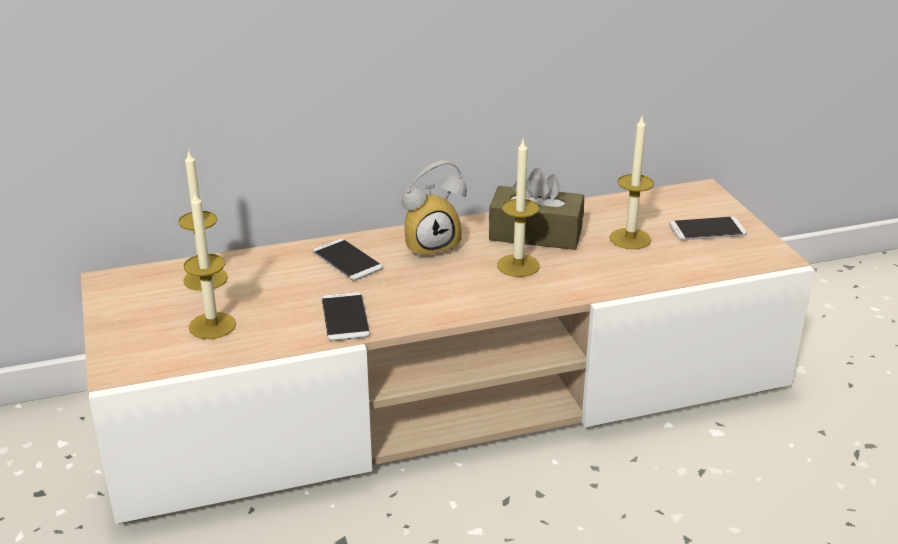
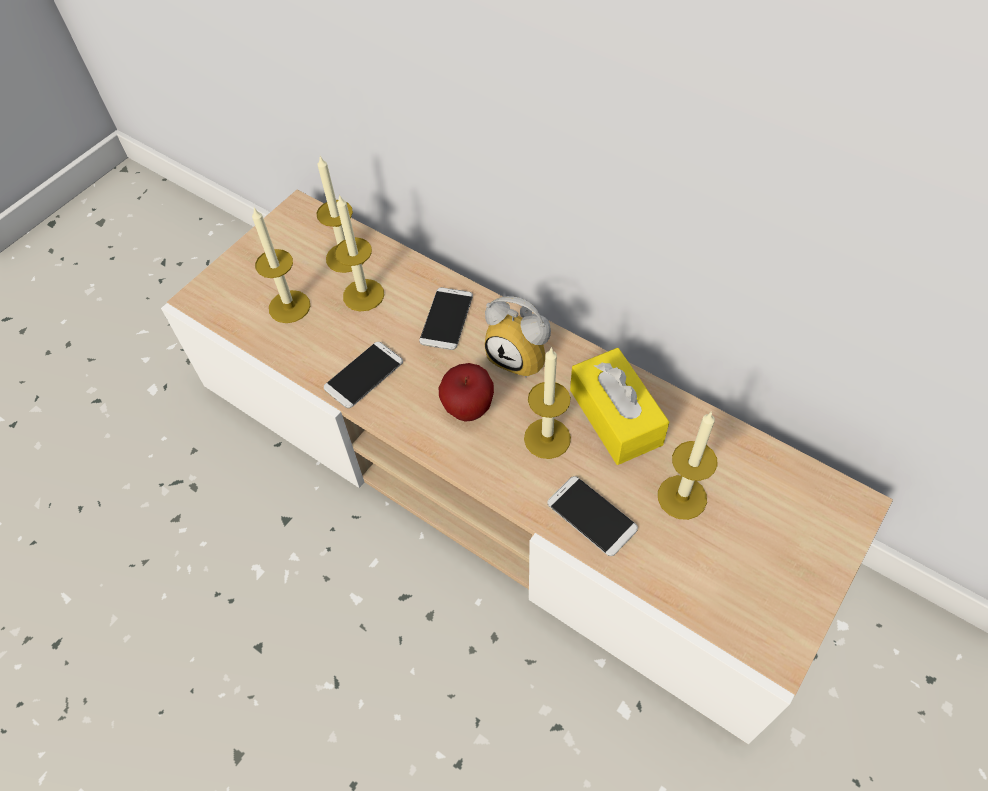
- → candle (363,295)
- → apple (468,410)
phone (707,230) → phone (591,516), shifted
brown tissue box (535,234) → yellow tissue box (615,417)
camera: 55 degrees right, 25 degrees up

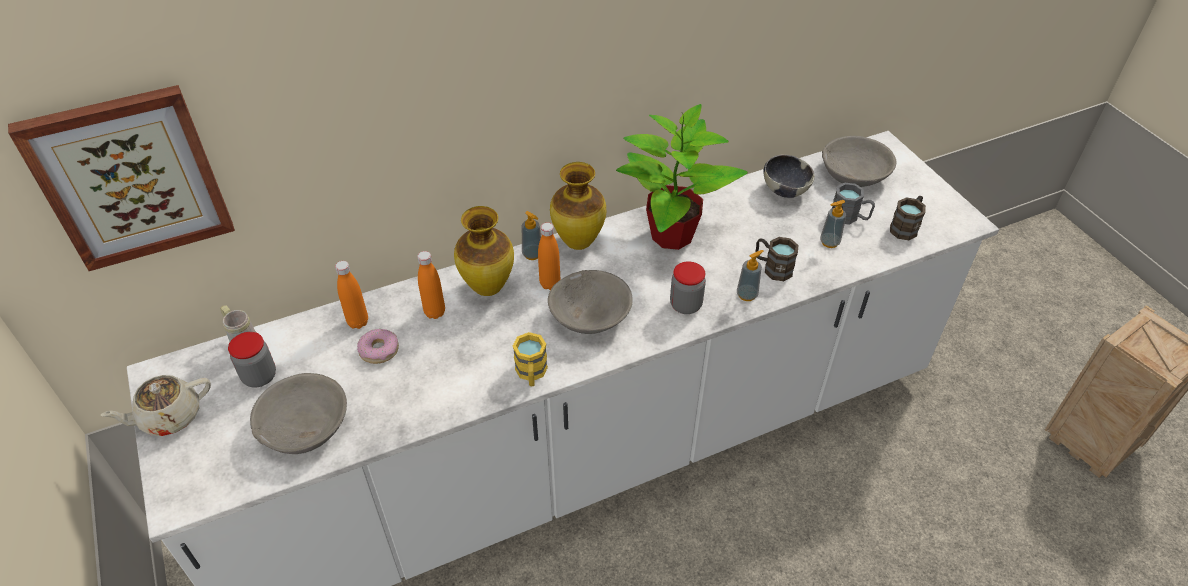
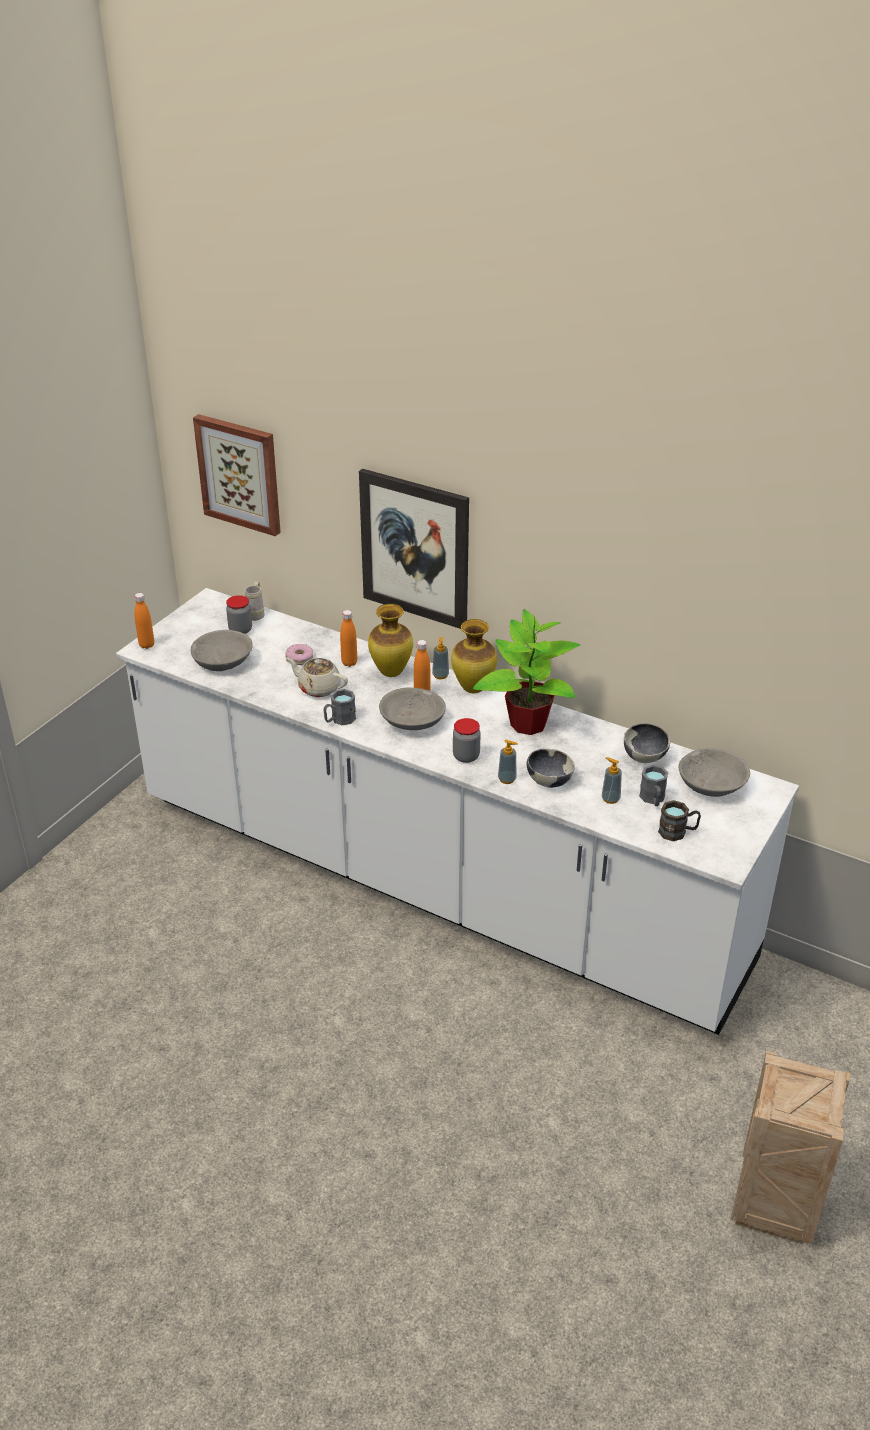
- → picture (415,548)
beige teapot (169,417) → beige teapot (318,688), shifted
orange bottle (358,322) → orange bottle (147,645), shifted
brown mug (772,268) → bowl (549,781)
yellow mug (531,374) → grey mug (339,720)
camera: 55 degrees right, 10 degrees down

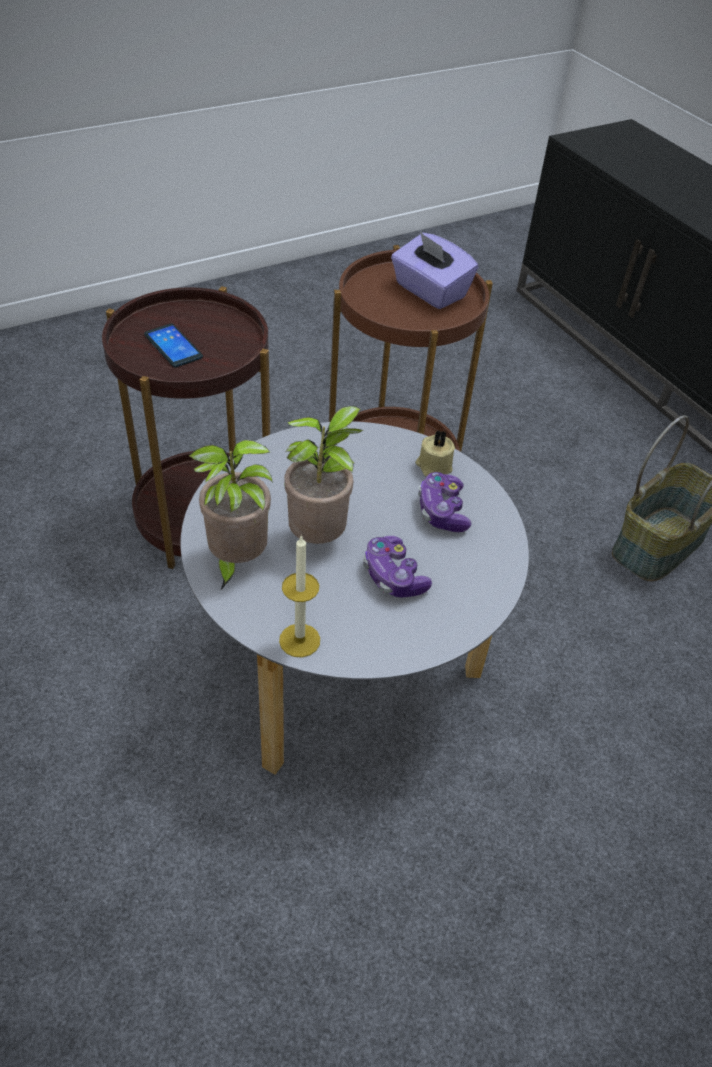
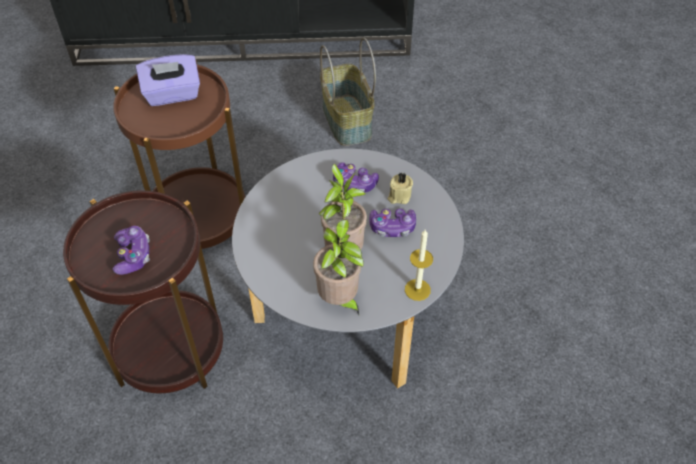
beige candle (433,466) → beige candle (399,196), shifted
phone (173,346) → game controller (133,255)
camera: 60 degrees left, 5 degrees up

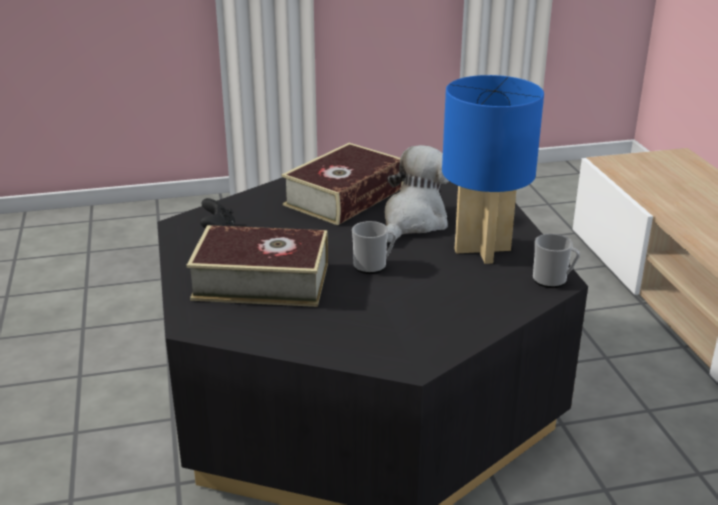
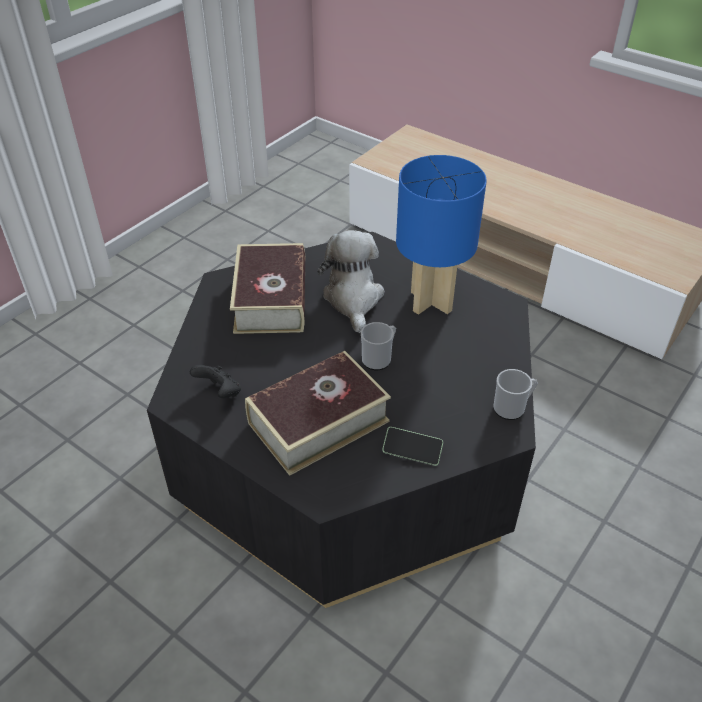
- → phone (412,451)
mug (553,280) → mug (512,408), shifted
camera: 40 degrees left, 15 degrees up

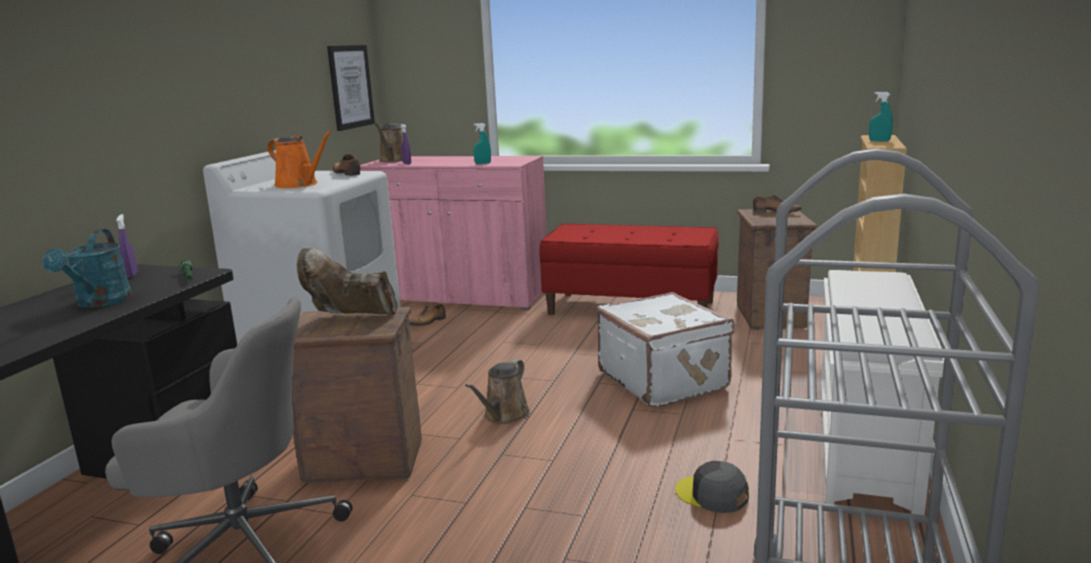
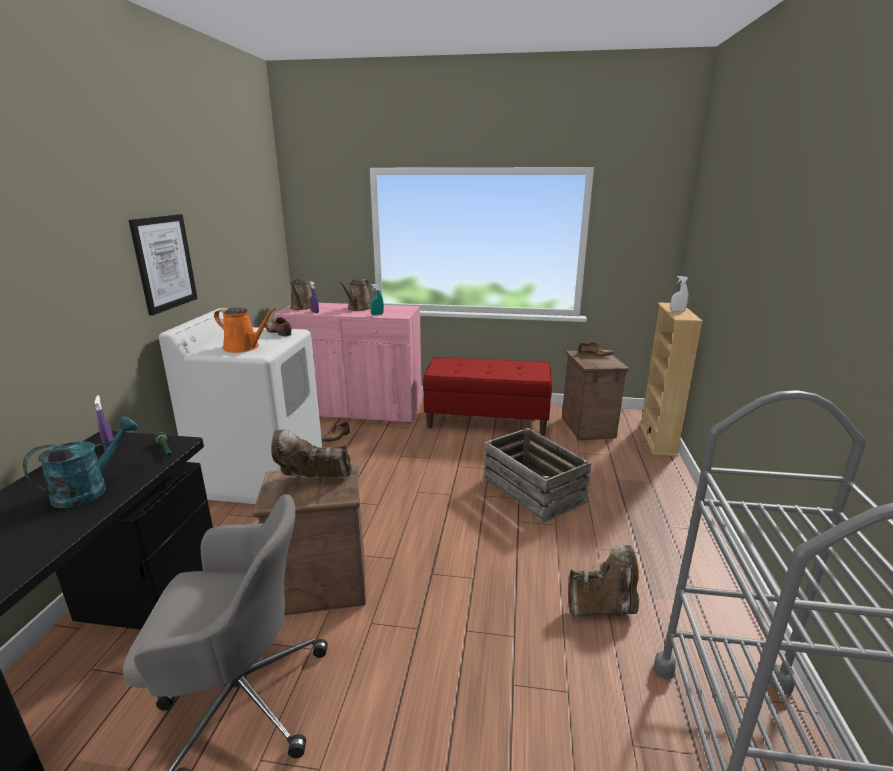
white shoe rack (866,446) → -
picture (350,86) → picture (164,263), shifted
brown watering can (504,416) → brown watering can (358,308), shifted
white suitcase (664,380) → crate (532,491)
grey cap (712,495) → brown boot (602,607)
turquoise spray bottle (879,141) → white spray bottle (677,311)
turquoise watering can (100,303) → turquoise watering can (90,489), 135 degrees counterclockwise
camera: 10 degrees left, 5 degrees up

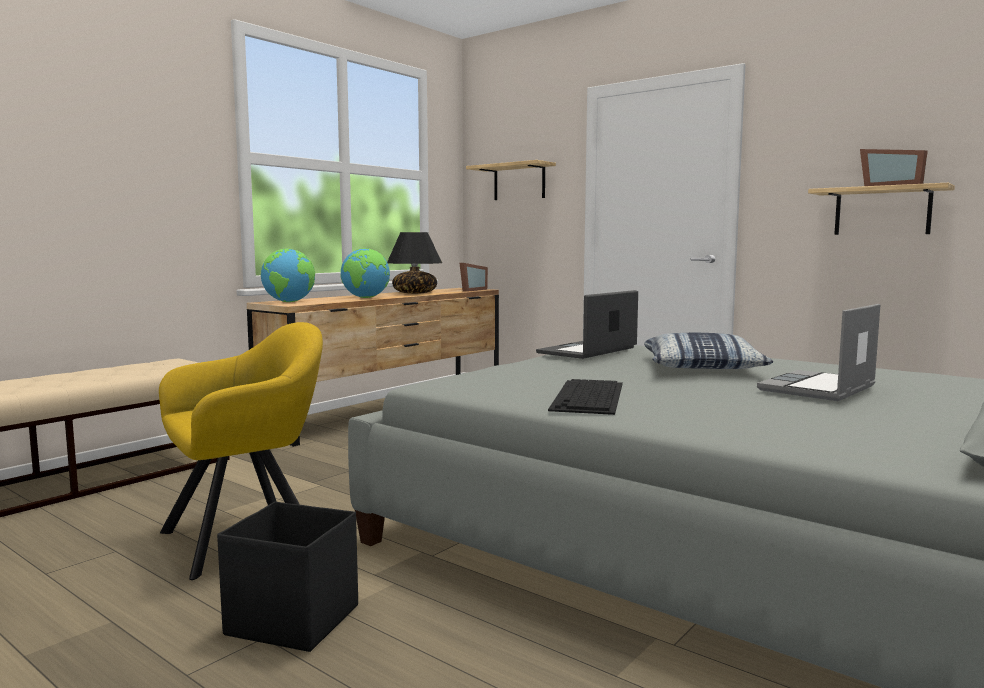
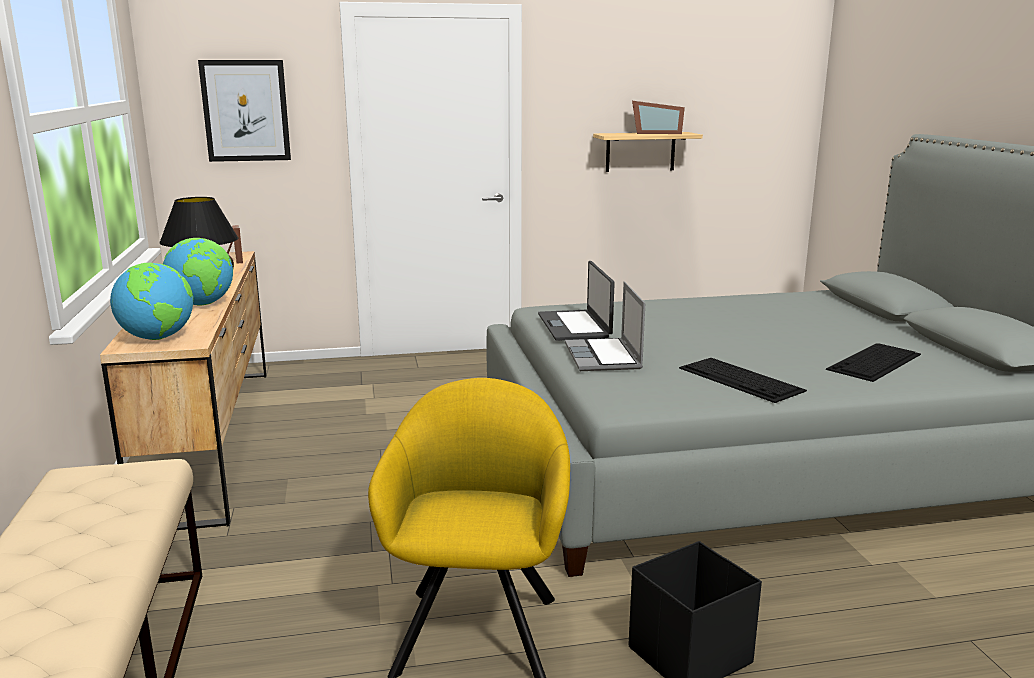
pillow (702,368) → -
- → keyboard (874,362)
laptop (818,389) → laptop (604,357), shifted
shelf (519,182) → picture (246,111)
camera: 50 degrees left, 10 degrees up

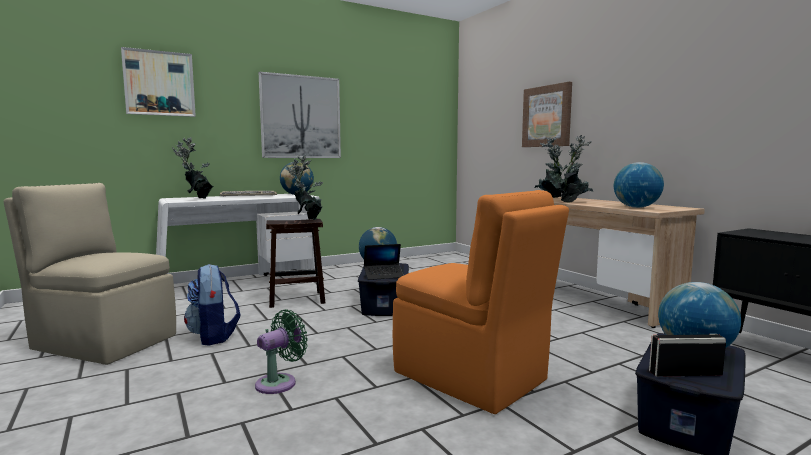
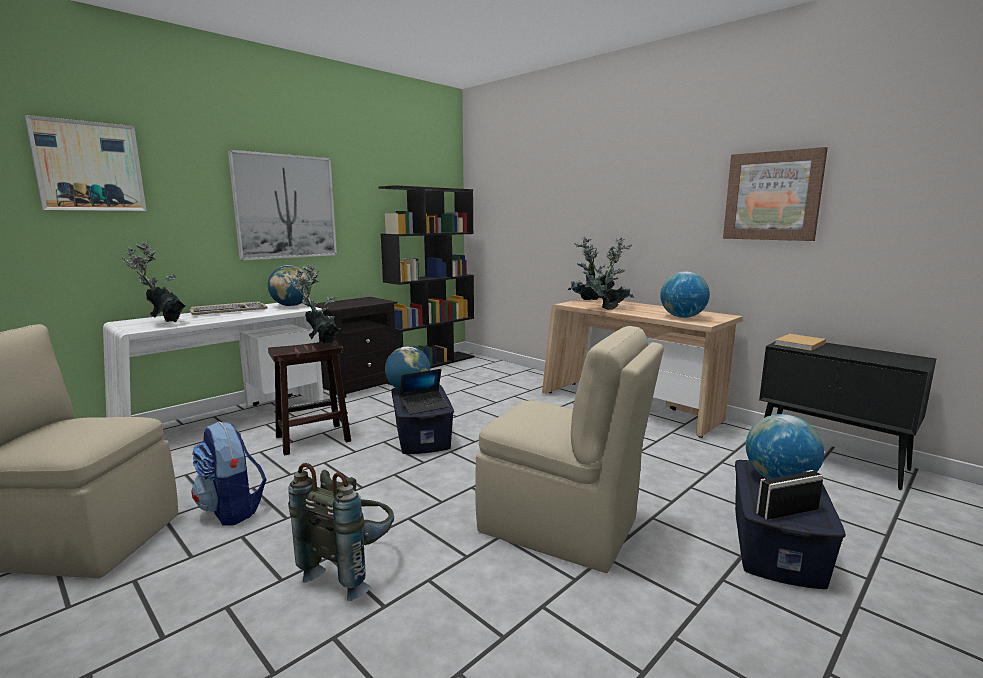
- → black nightstand (358,386)
- → black bookcase (432,363)
- → beige book (799,344)
picture (547,116) → picture (772,196), shifted
green fan (280,382) → grey backpack (351,569)
orange chair (472,377) → beige chair (562,527)
camera: 15 degrees left, 5 degrees up

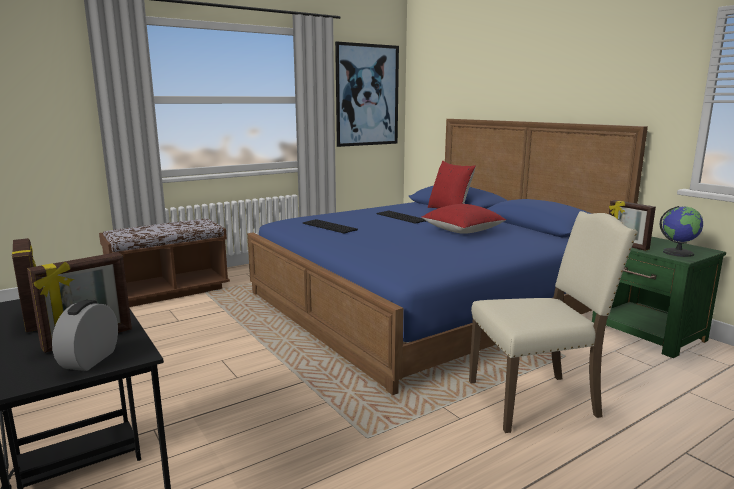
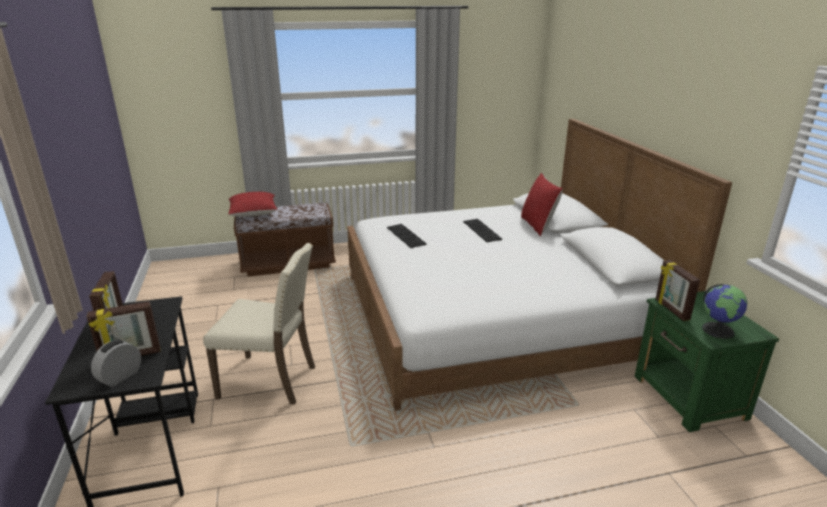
picture (367,95) → -
red pillow (462,231) → red pillow (253,213), shifted
beige chair (536,400) → beige chair (270,380), shifted
blue bed (428,301) → white bed (496,313)
camera: 20 degrees right, 10 degrees up

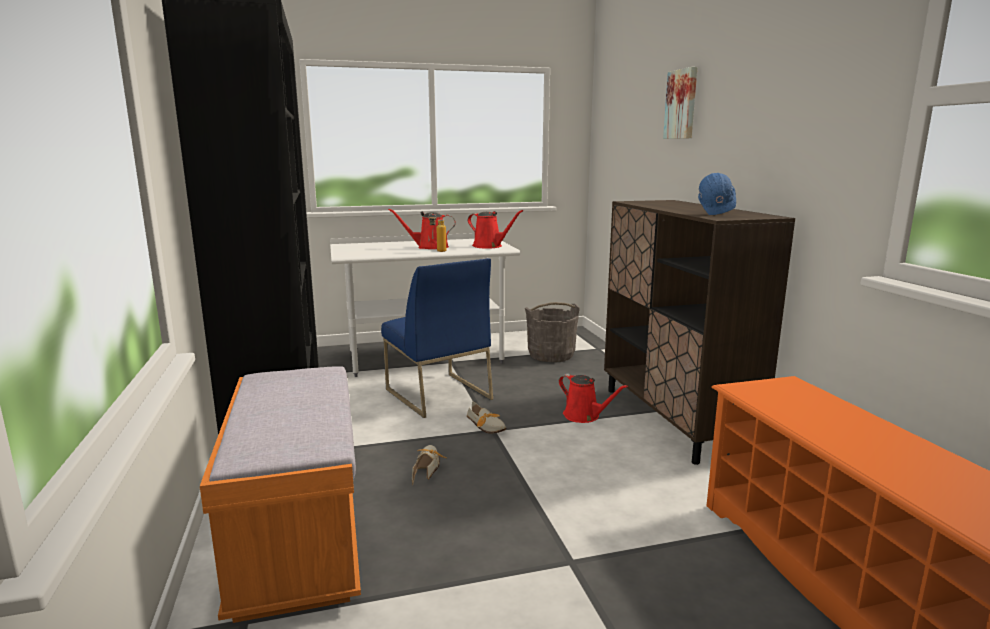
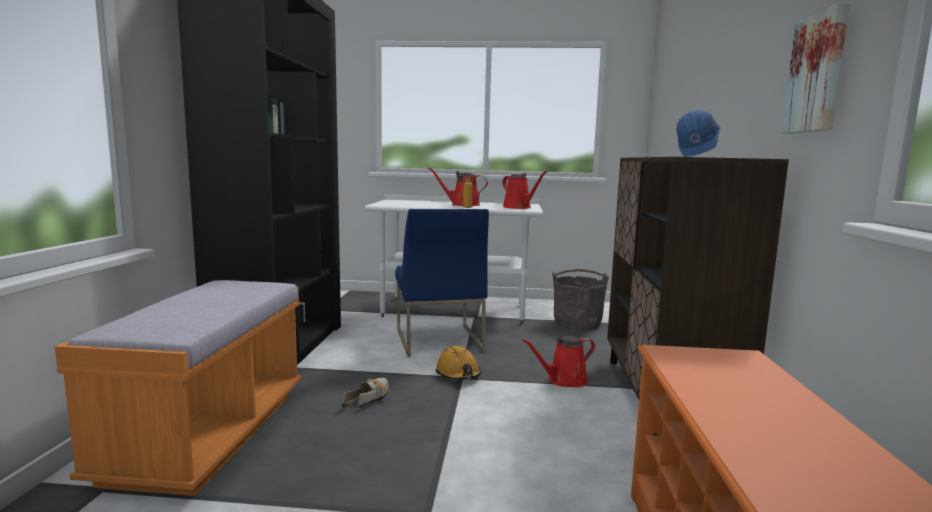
picture (682,104) → picture (818,74), shifted
shoe (487,427) → orange hard hat (458,374)
red watering can (584,416) → red watering can (564,381), 90 degrees clockwise
camera: 20 degrees right, 5 degrees down

